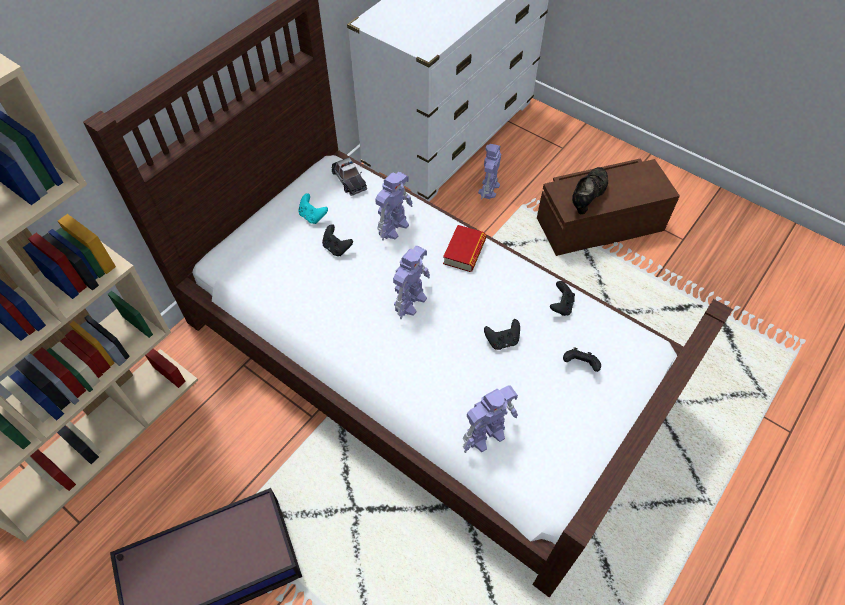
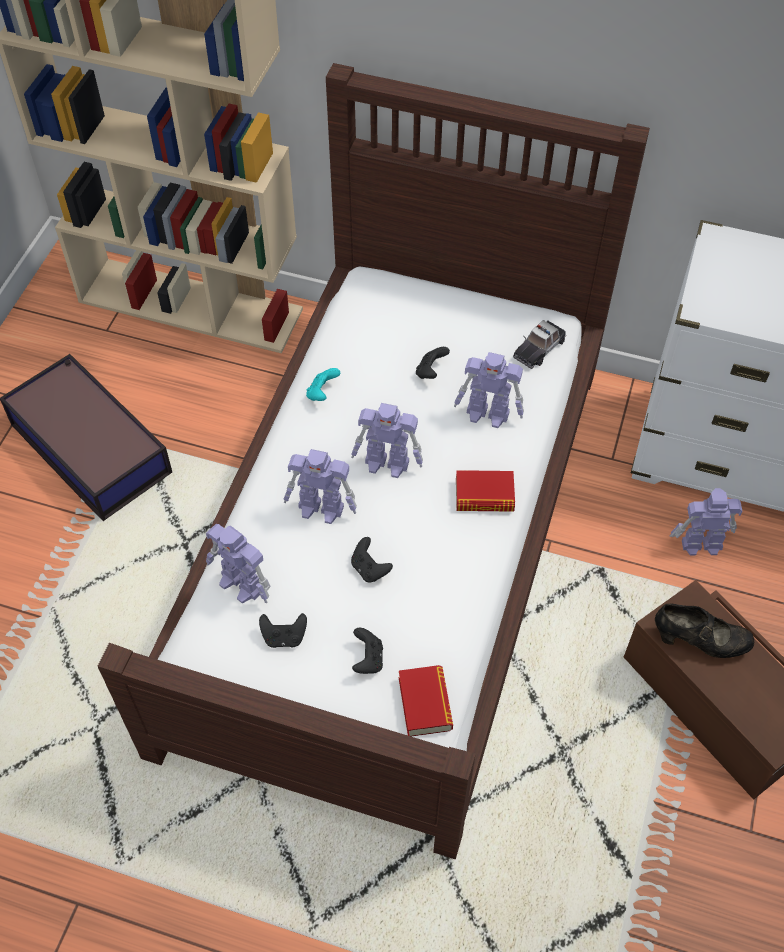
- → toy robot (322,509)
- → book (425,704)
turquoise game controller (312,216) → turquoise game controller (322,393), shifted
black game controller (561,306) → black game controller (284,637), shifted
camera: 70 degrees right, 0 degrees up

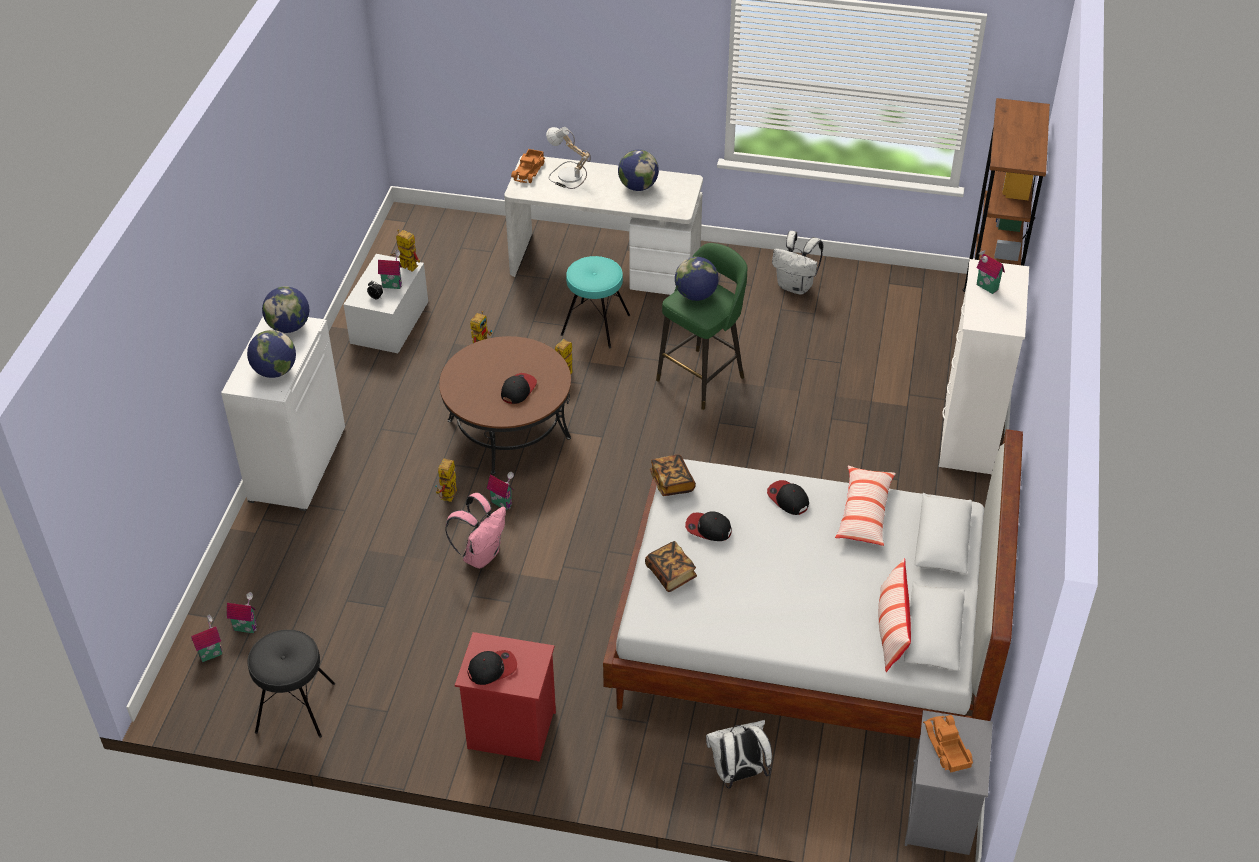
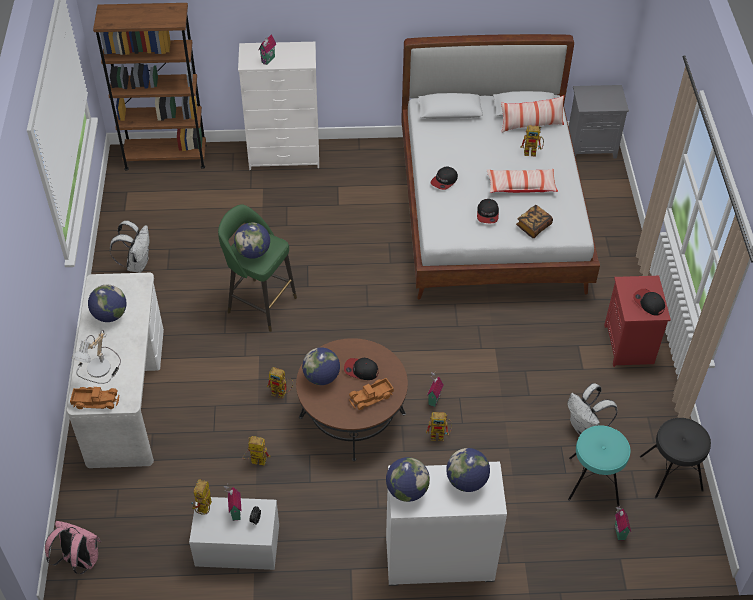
toy house (210,654) → -
book (672,482) → -
- → globe (321,377)
- → toy robot (533,152)
pink backpack (481,555) → pink backpack (80,560), shifted
turquoise stool (595,325) → turquoise stool (594,481), shifted
white backpack (738,774) → white backpack (585,429), shifted
pillow (864,512) → pillow (521,186), shifted
toy truck (946,747) → toy truck (371,397), shifted
camera: 105 degrees left, 5 degrees up

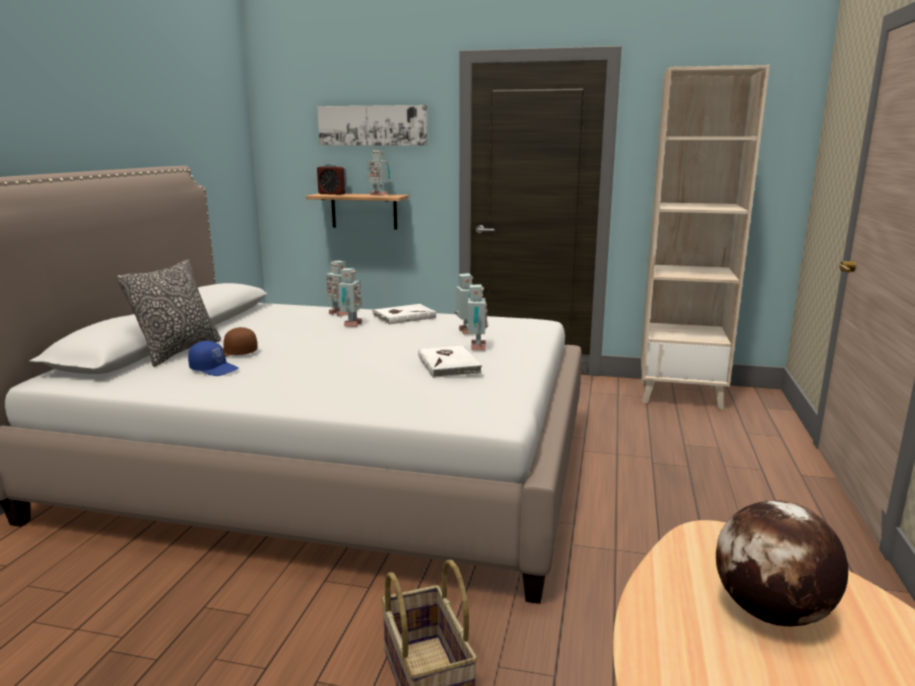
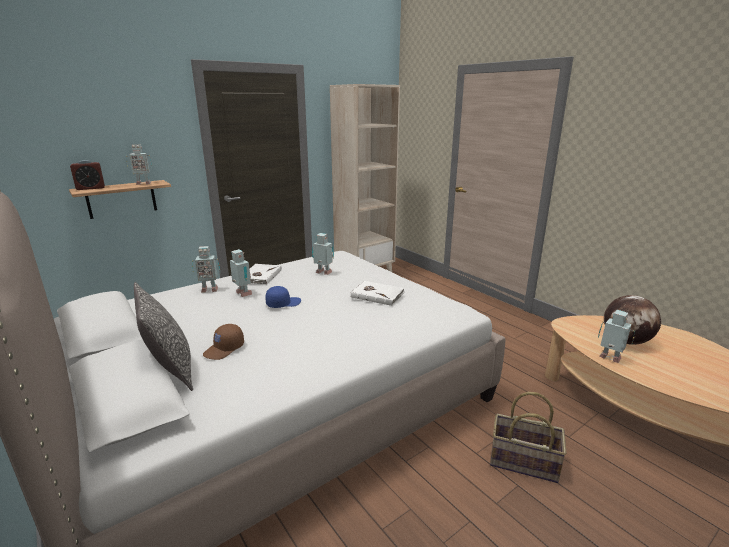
picture (372,125) → -
blue cap (214,369) → blue cap (283,303), shifted
toy robot (476,348) → toy robot (610,359), shifted
camera: 50 degrees left, 5 degrees up

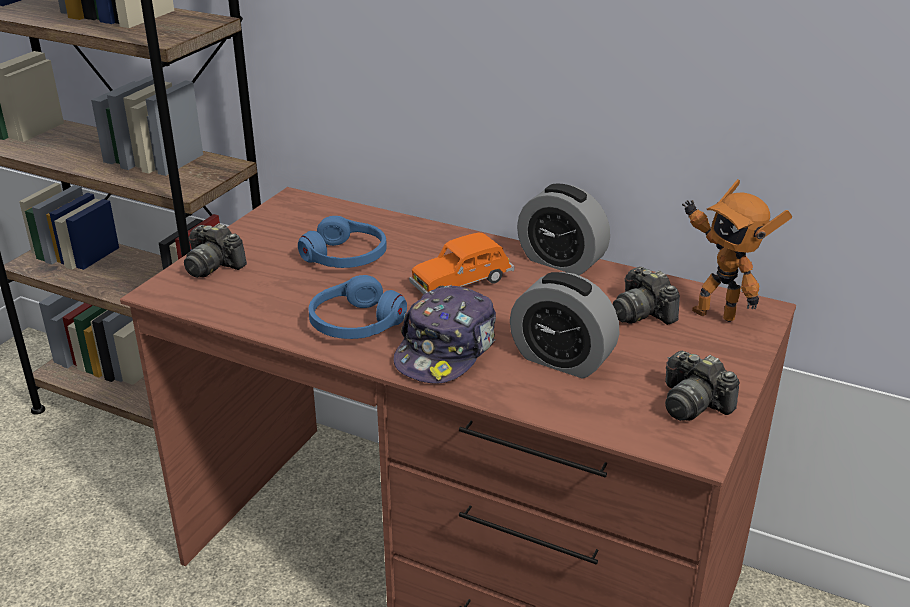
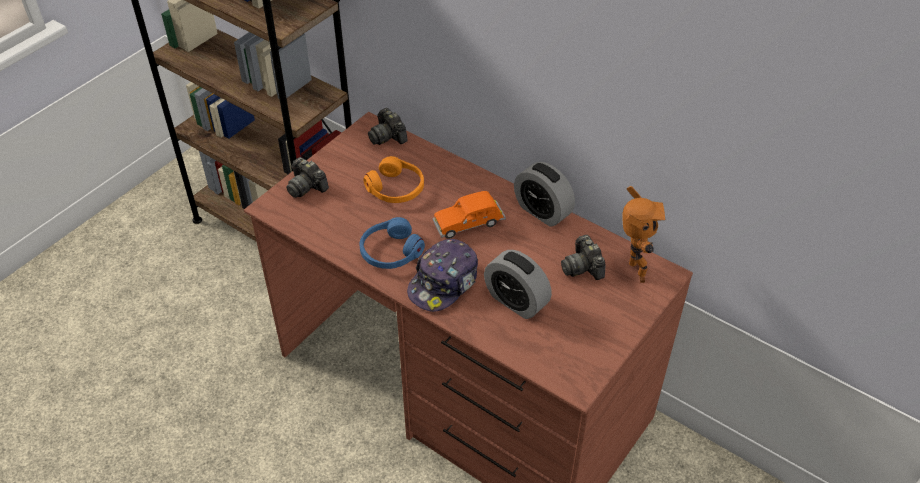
photo camera (693,404) → photo camera (388,136), shifted
blue headphones (346,257) → orange headphones (396,188)
toy robot (715,313) → toy robot (633,273), 150 degrees counterclockwise
camera: 10 degrees right, 15 degrees up

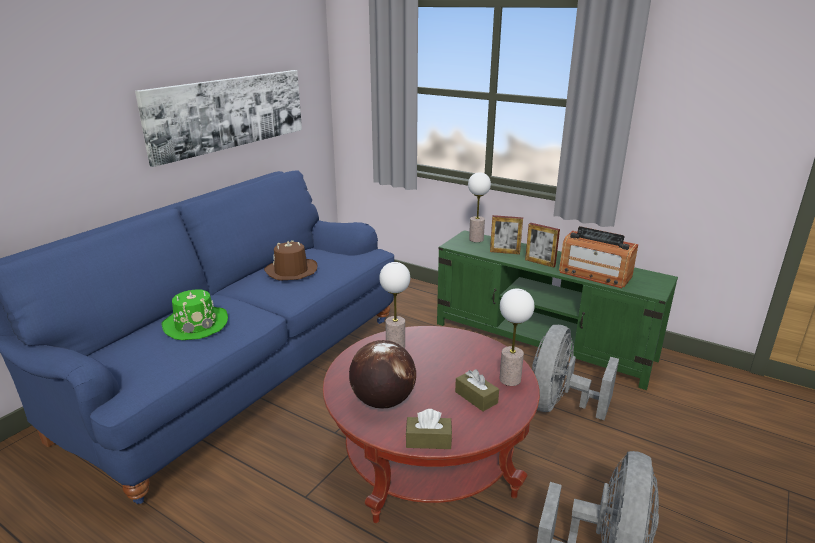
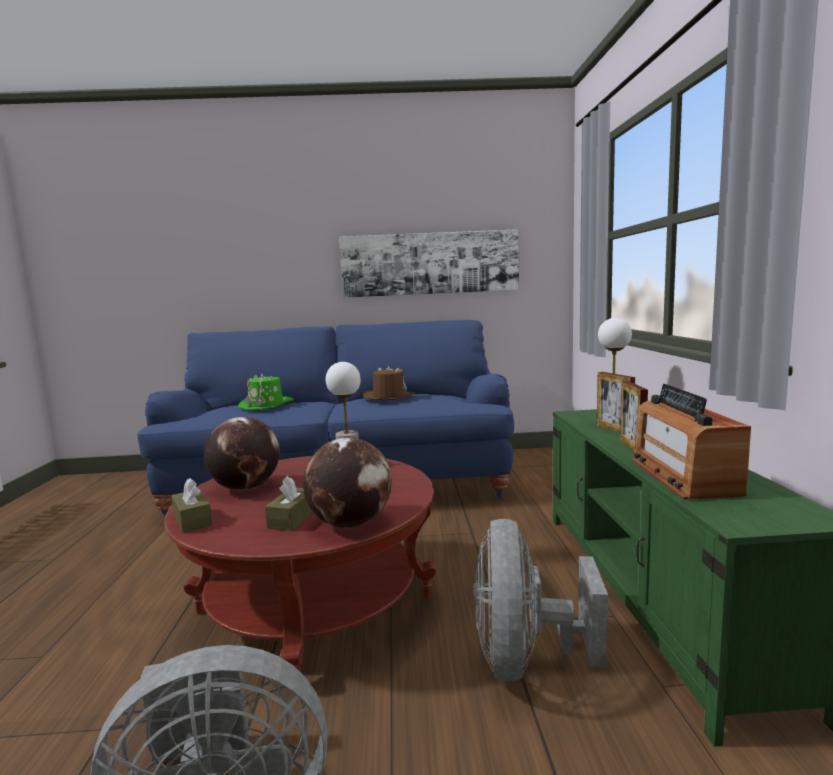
table lamp (509,379) → globe (351,523)
grey fan (559,405) → grey fan (525,660), 75 degrees counterclockwise
camera: 55 degrees right, 15 degrees down

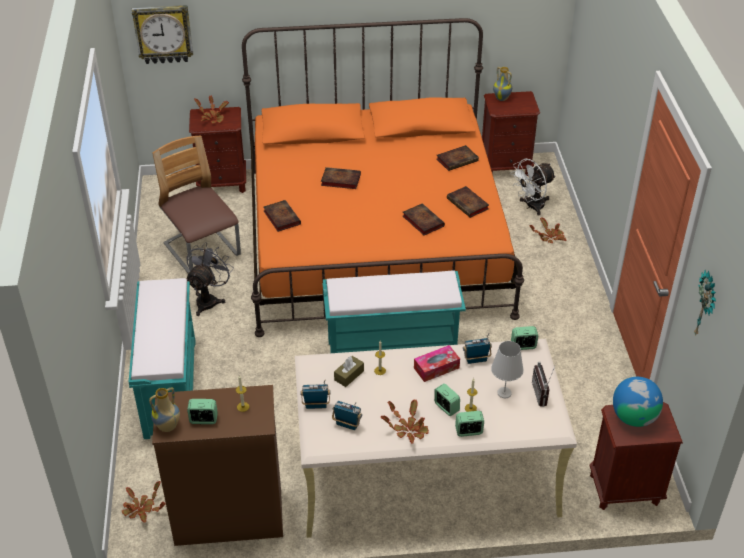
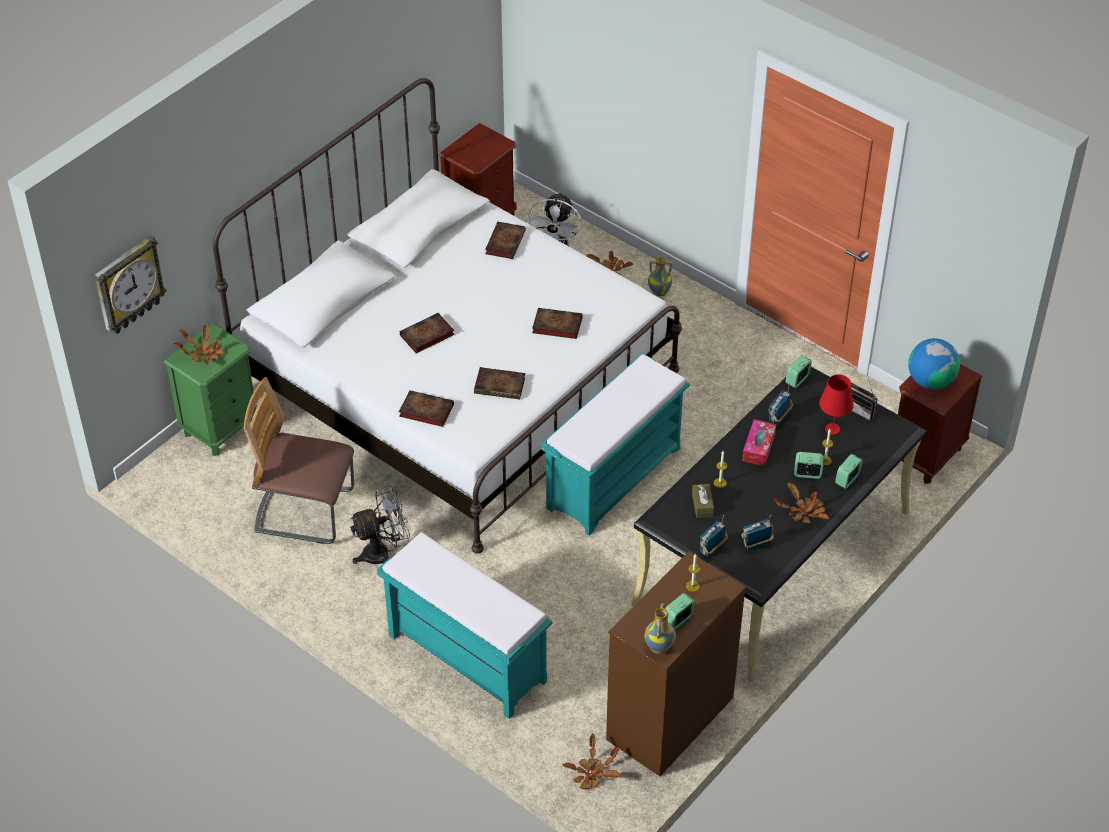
wall clock (706,306) → -
book (468,204) → book (501,386), shifted
vase (502,98) → vase (659,292), shifted
brown nightstand (222,183) → green nightstand (221,427)
orange bed (374,239) → white bed (456,381)
beige desk (425,473) → black desk (772,559)
white table lamp (504,393) → red table lamp (832,429)
grey fan (209,300) → grey fan (383,553), 90 degrees clockwise
camera: 45 degrees left, 5 degrees up

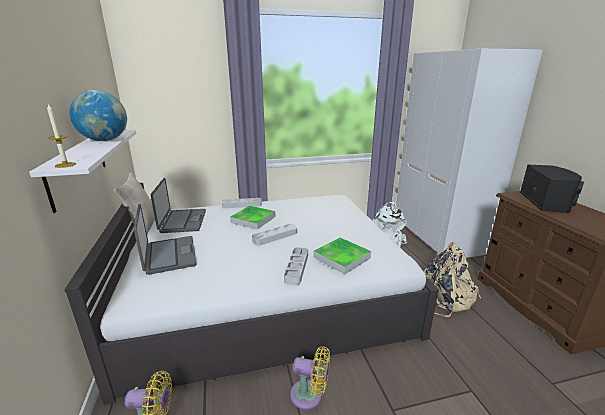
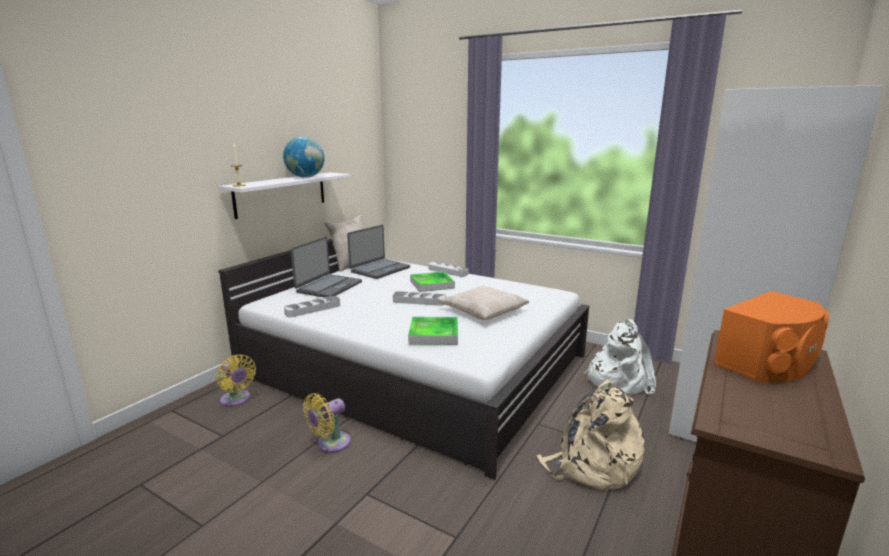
- → beige pillow (483,310)
grey tray (296,268) → grey tray (313,309), shifted
black speaker (547,202) → orange speaker (769,363)
yellow fan (309,395) → yellow fan (330,444), 75 degrees clockwise
camera: 45 degrees right, 5 degrees down

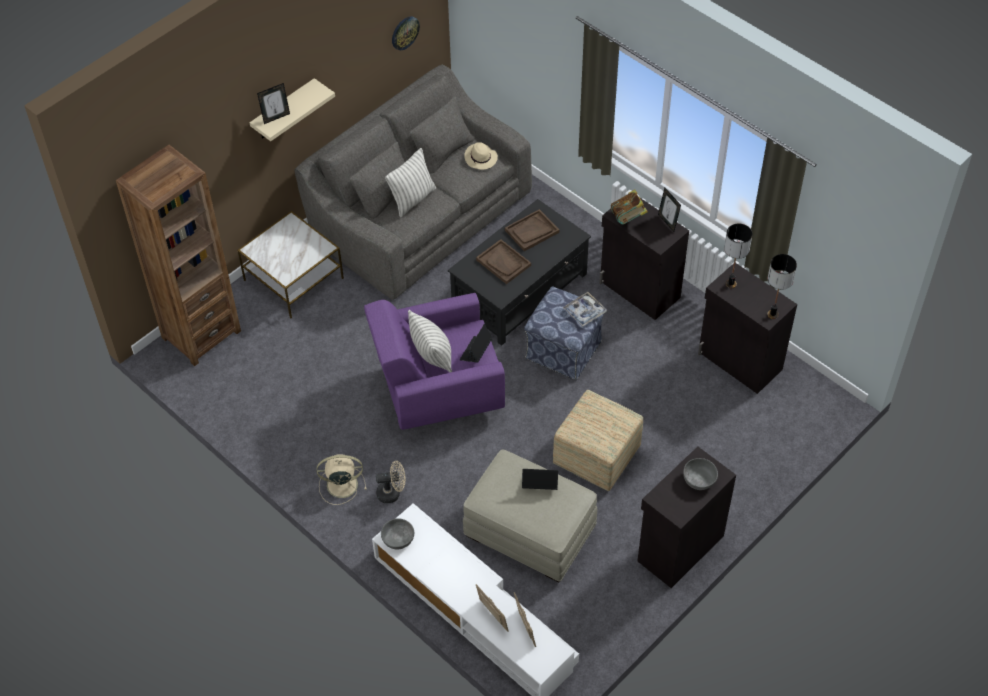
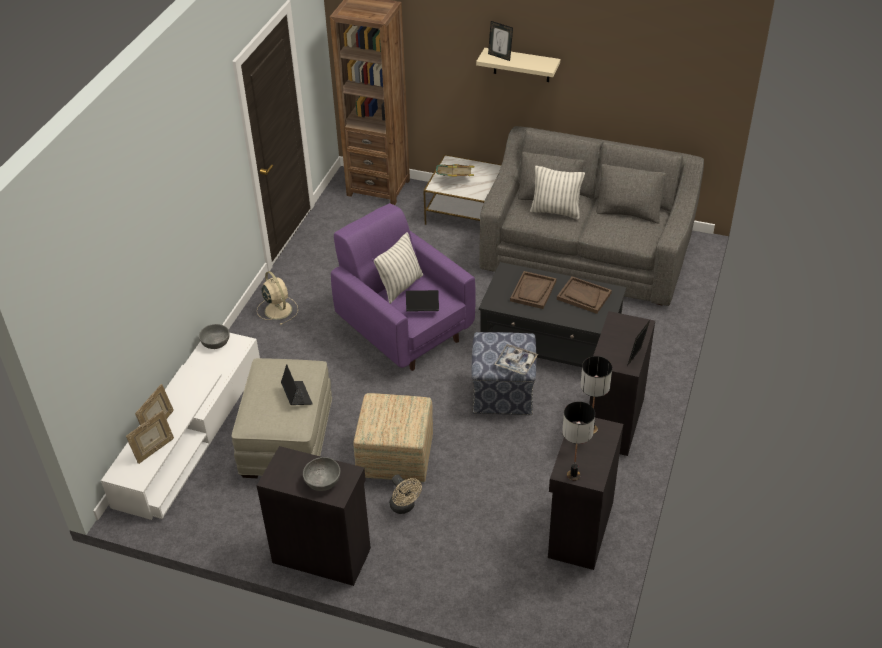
wall clock (404,32) → -
beige hat (481,158) → -
beige fan (392,493) → beige fan (404,507), shifted
book (628,218) → book (454,181), shifted
camera: 65 degrees right, 10 degrees down

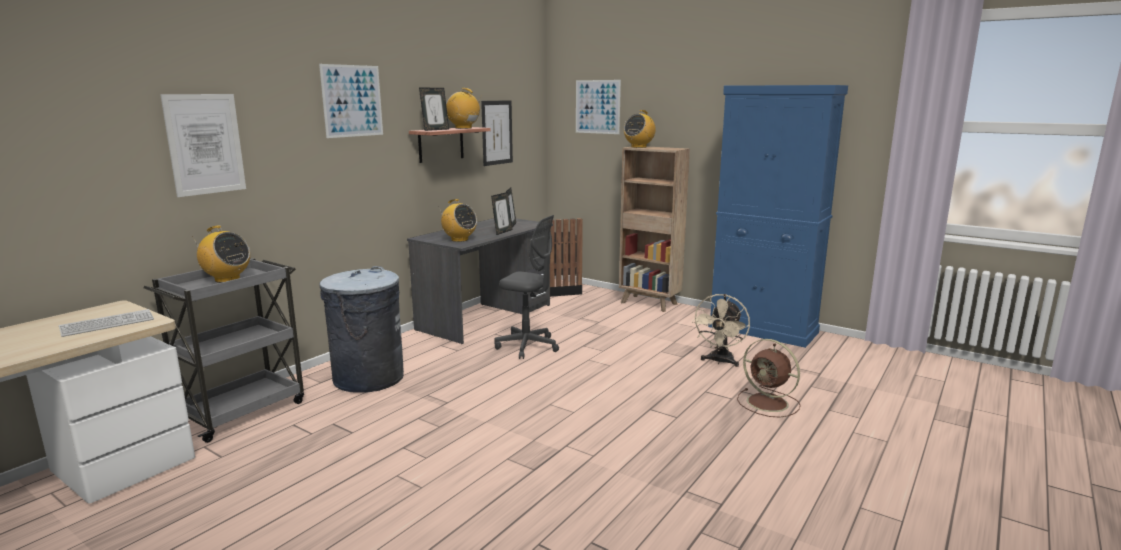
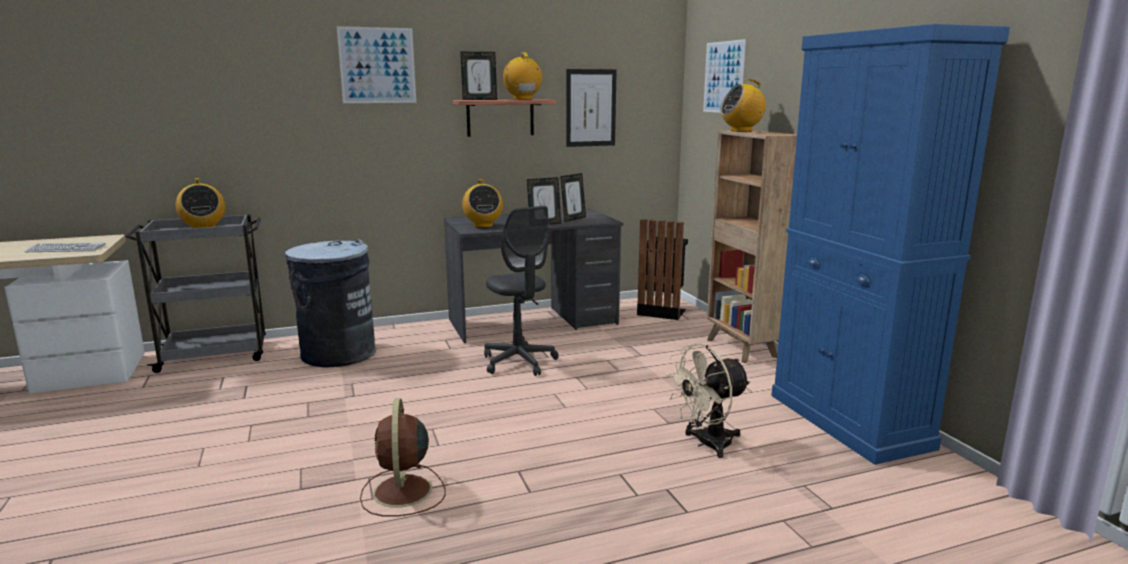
picture (205,144) → -
brown fan (769,403) → brown fan (402,492), shifted
camera: 35 degrees right, 0 degrees up

